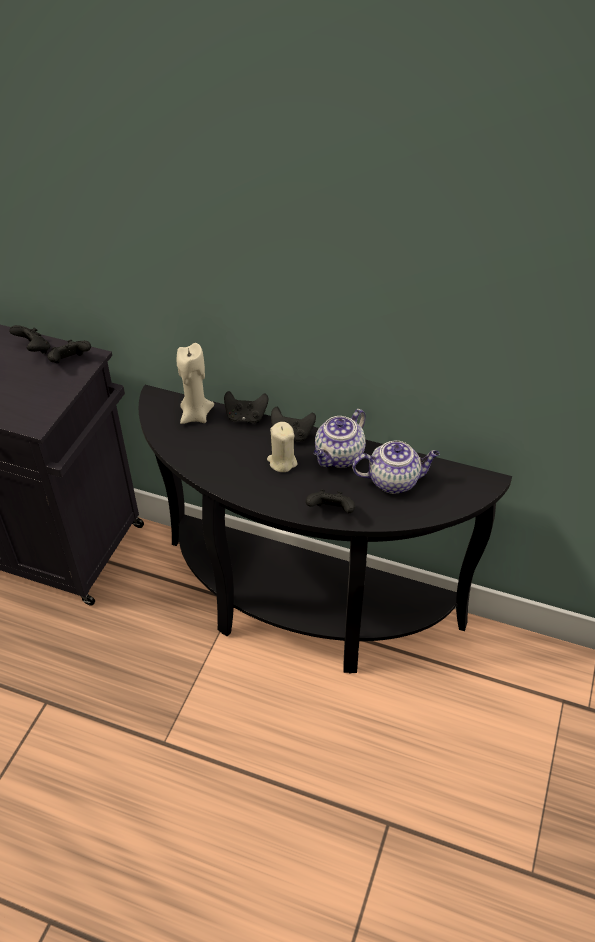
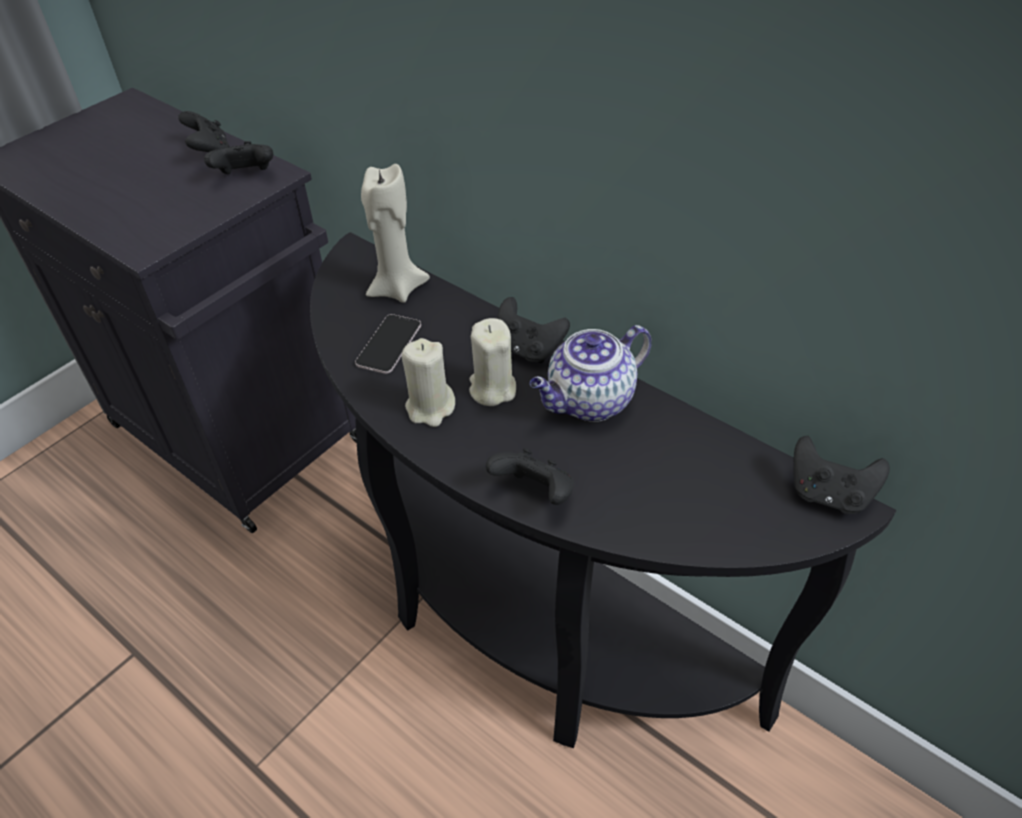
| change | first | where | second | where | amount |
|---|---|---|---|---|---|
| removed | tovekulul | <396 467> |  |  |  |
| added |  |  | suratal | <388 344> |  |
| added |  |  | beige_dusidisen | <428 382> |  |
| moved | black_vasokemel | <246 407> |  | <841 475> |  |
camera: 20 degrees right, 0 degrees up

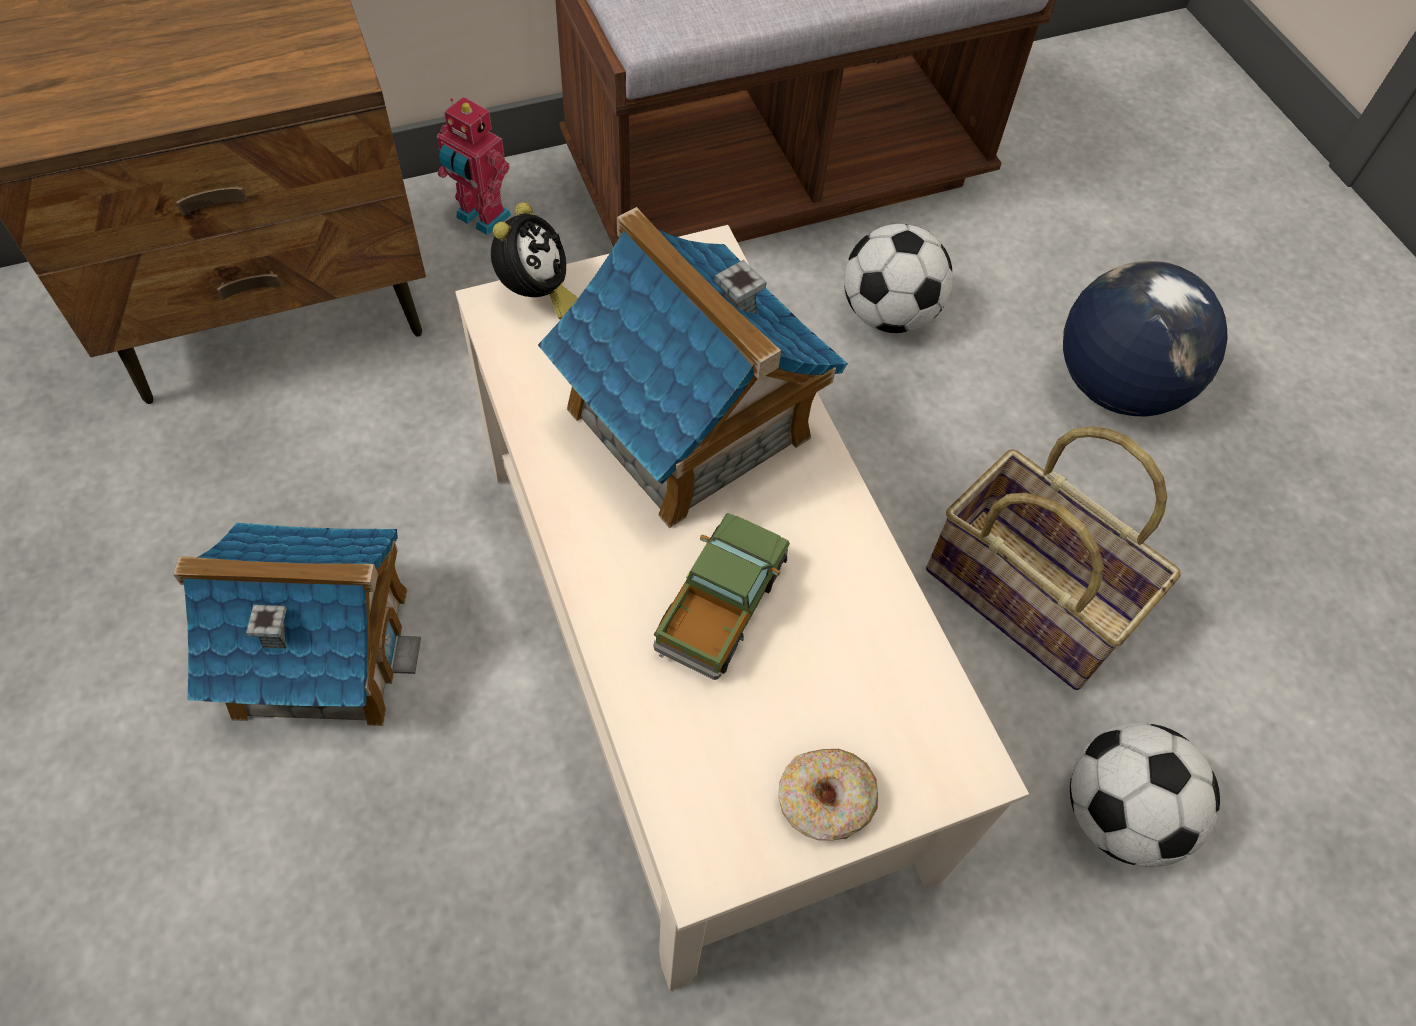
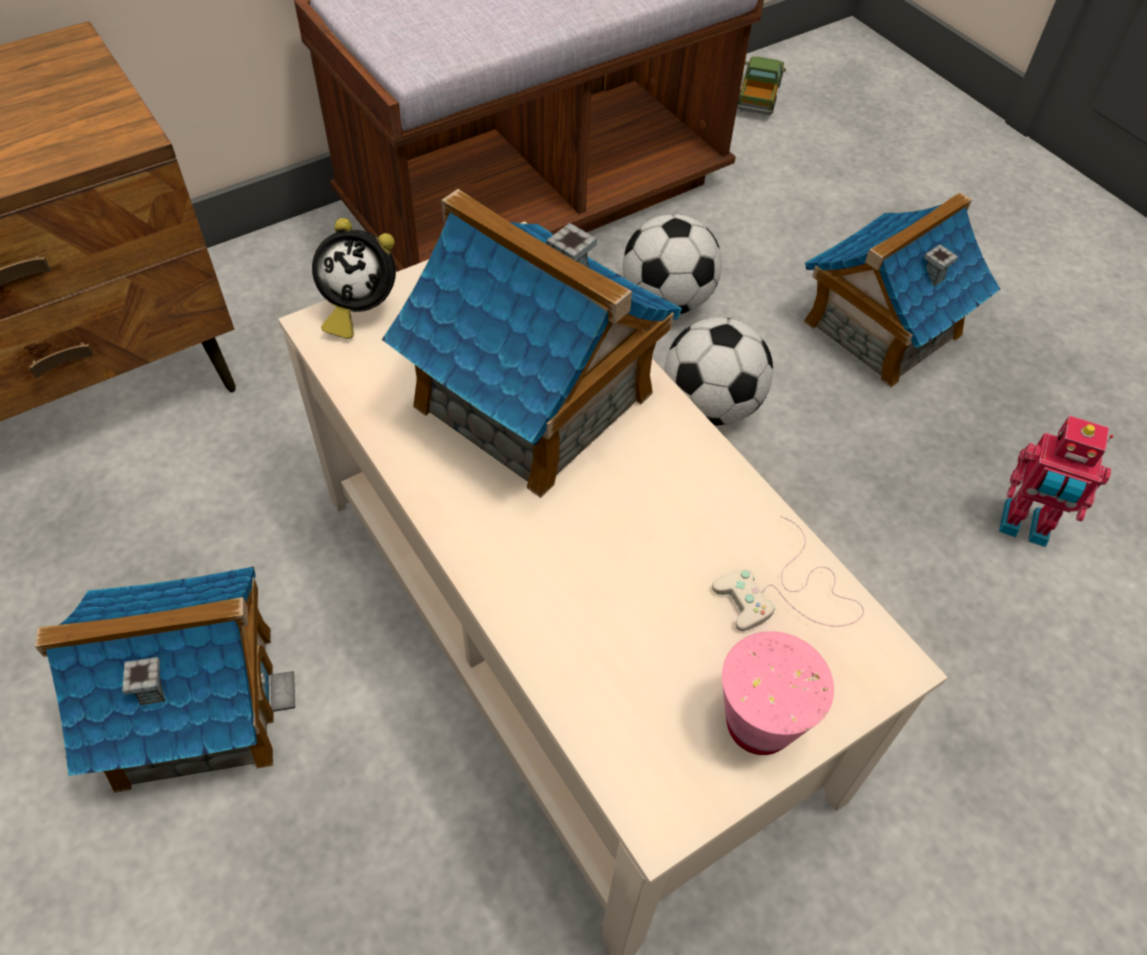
| change | first | where | second | where | amount |
|---|---|---|---|---|---|
| removed | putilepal | <1053 558> |  |  |  |
| added |  |  | white_vasokemel | <788 573> |  |
| moved | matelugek | <474 166> |  | <1056 481> |  |
| moved | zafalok | <722 596> |  | <761 85> |  |
| moved | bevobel | <1145 795> |  | <718 371> |  |
| replaced | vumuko | <828 794> | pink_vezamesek | <778 693> |  |
| replaced | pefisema | <1145 339> | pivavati | <901 290> |  |
| turned | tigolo | <534 260> |  | <354 278> | 90 degrees clockwise |
camera: 10 degrees left, 5 degrees down

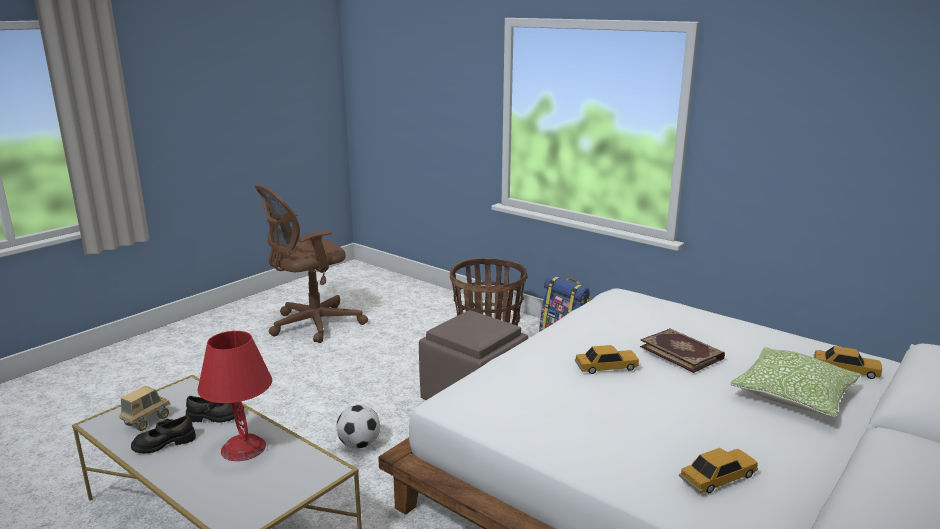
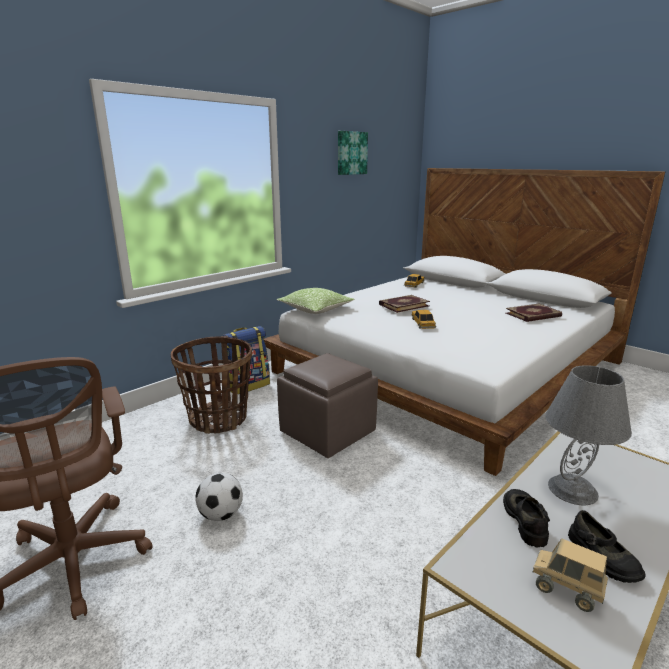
| change | first | where | second | where | amount |
|---|---|---|---|---|---|
| added |  |  | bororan | <353 153> |  |
| moved | bevobel | <358 427> |  | <219 497> |  |
| moved | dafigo | <795 382> |  | <316 301> |  |
| replaced | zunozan | <718 470> | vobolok | <534 313> |  |
| recoloured | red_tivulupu | <234 396> | grey_tivulupu | <588 435> |  |
camera: 85 degrees left, 0 degrees up

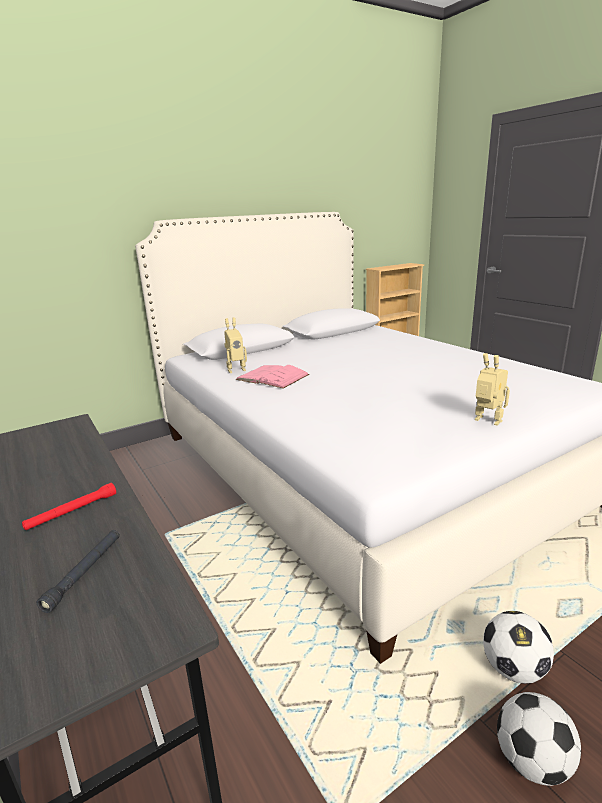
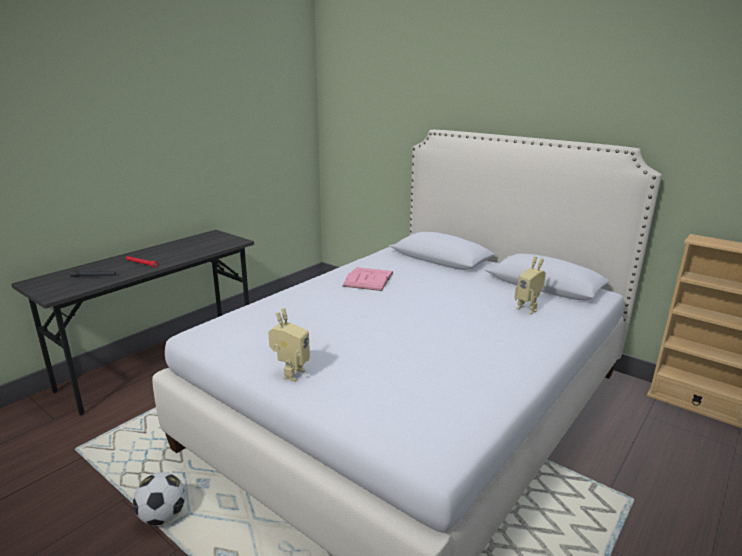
| change | first | where | second | where | amount |
|---|---|---|---|---|---|
| removed | bevobel | <539 739> |  |  |  |
| moved | matelugek | <235 345> |  | <530 285> |  |
camera: 70 degrees right, 0 degrees up

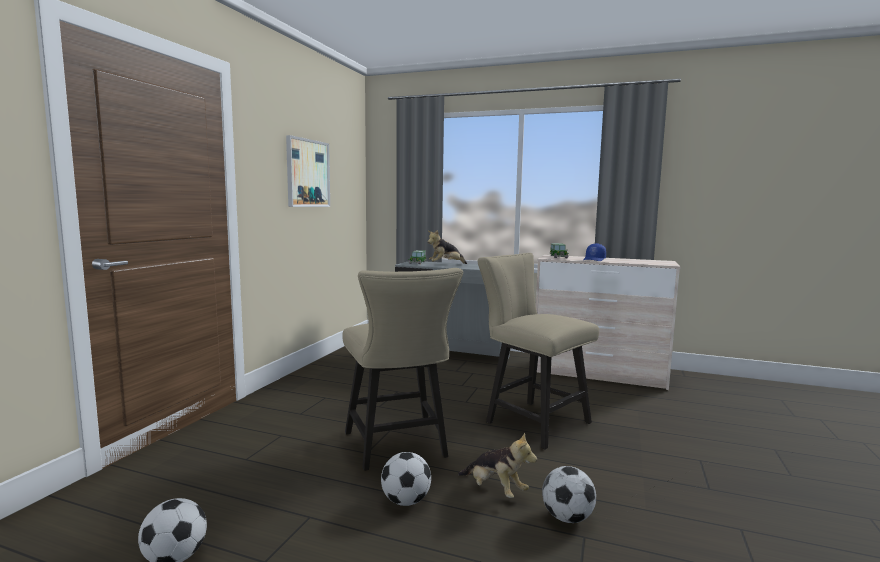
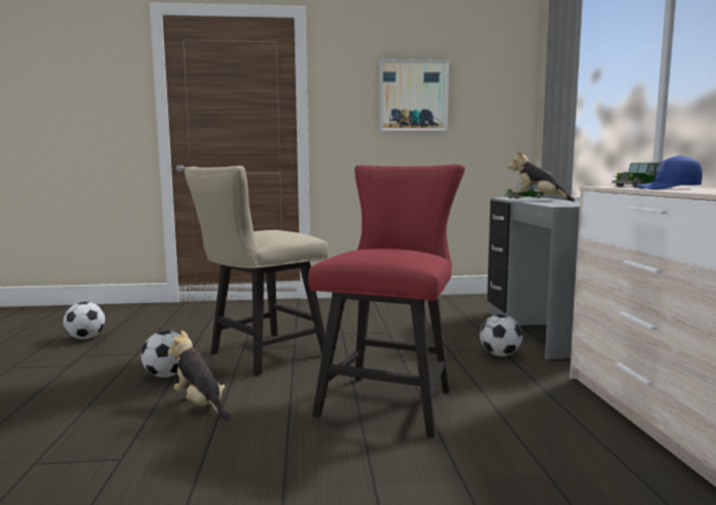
| change | first | where | second | where | amount |
|---|---|---|---|---|---|
| moved | bevobel | <569 494> |  | <501 335> |  |
| recoloured | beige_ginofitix | <538 351> | red_ginofitix | <386 300> |  |
| turned | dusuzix | <497 465> |  | <199 375> | 120 degrees clockwise |
camera: 65 degrees right, 0 degrees up

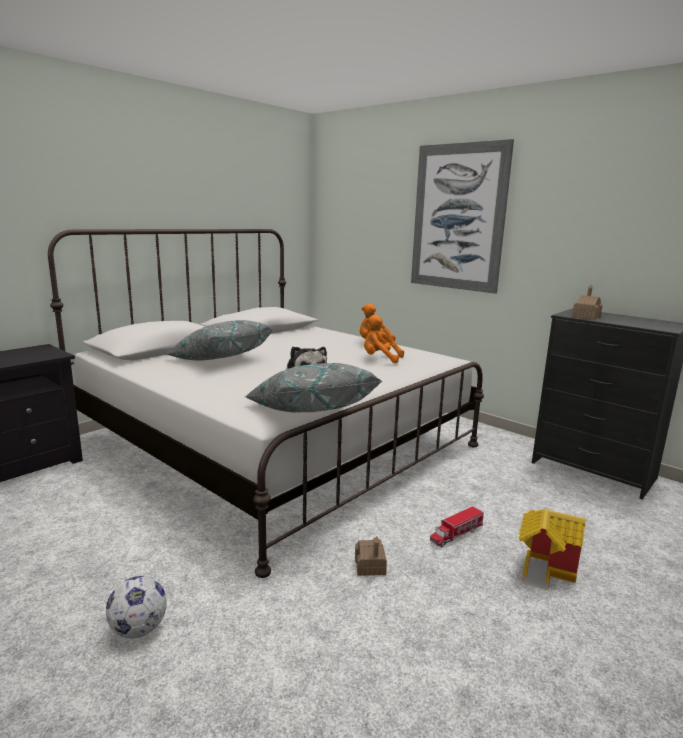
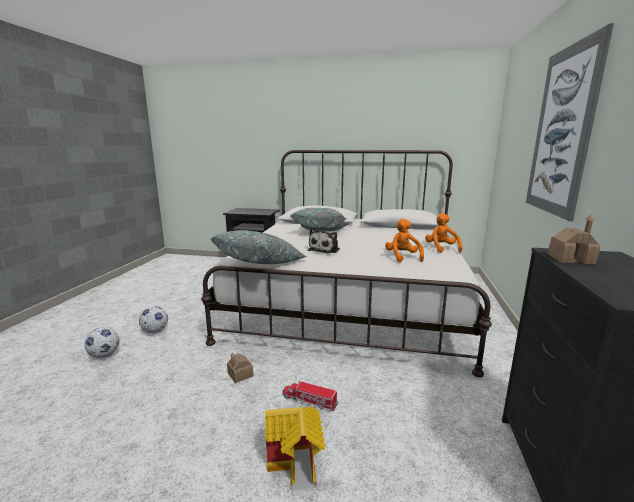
| change | first | where | second | where | amount |
|---|---|---|---|---|---|
| added |  |  | bevobel | <101 342> |  |
camera: 60 degrees right, 0 degrees up

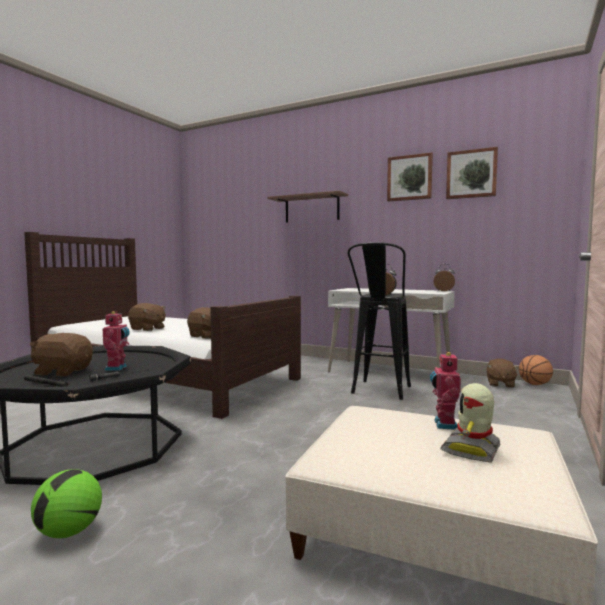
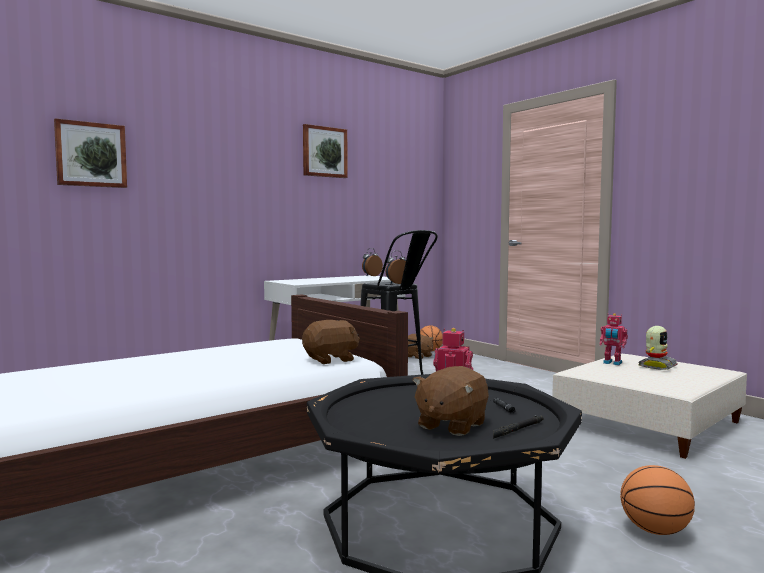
| change | first | where | second | where | amount |
|---|---|---|---|---|---|
| removed | brown_dusuzix | <147 317> |  |  |  |
| removed | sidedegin | <308 207> |  |  |  |
| moved | bororan | <472 173> |  | <90 153> |  |
| replaced | bevobel | <66 503> | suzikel | <657 500> |  |
| turned | matelugek | <470 423> |  | <658 348> | 105 degrees counterclockwise |
camera: 65 degrees left, 0 degrees up

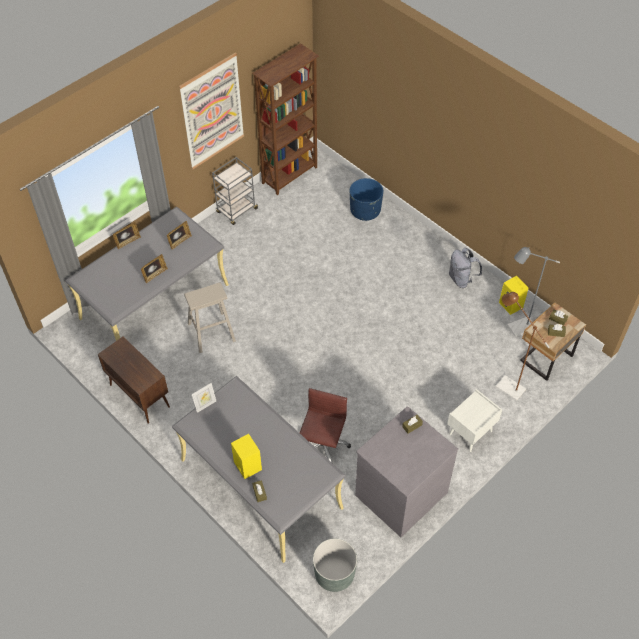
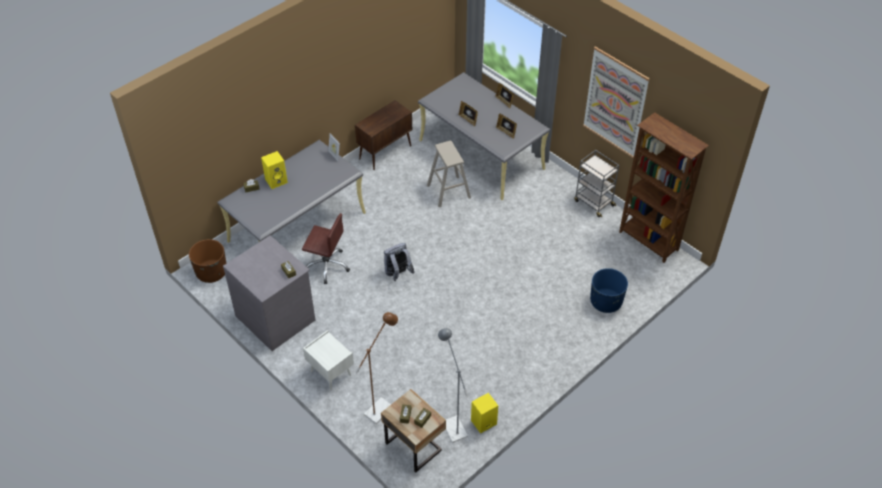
| change | first | where | second | where | amount |
|---|---|---|---|---|---|
| moved | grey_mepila | <465 268> |  | <399 262> |  |
| recoloured | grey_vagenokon | <335 565> | brown_vagenokon | <207 261> |  |
camera: 90 degrees right, 5 degrees down

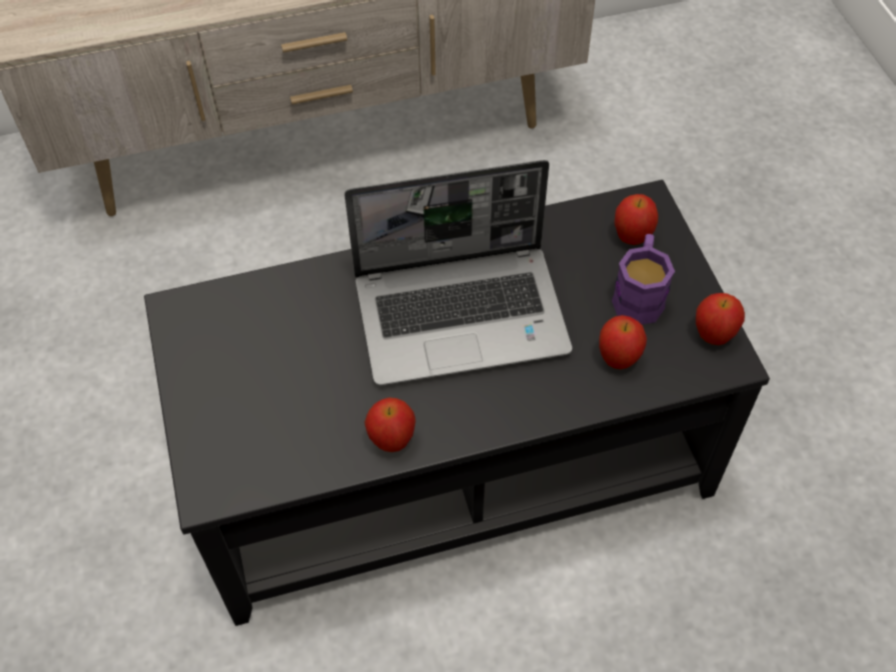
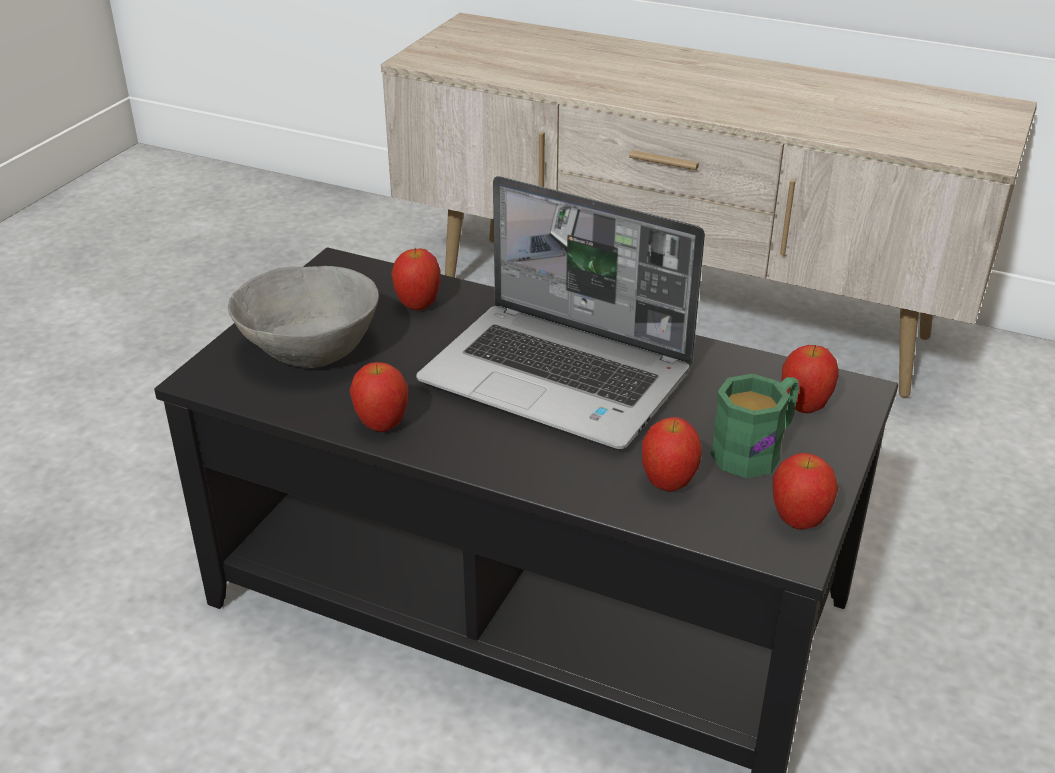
| change | first | where | second | where | amount |
|---|---|---|---|---|---|
| added |  |  | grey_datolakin | <303 317> |  |
| added |  |  | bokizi | <416 279> |  |
| recoloured | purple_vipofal | <643 279> | green_vipofal | <755 426> |  |
camera: 40 degrees right, 20 degrees down

